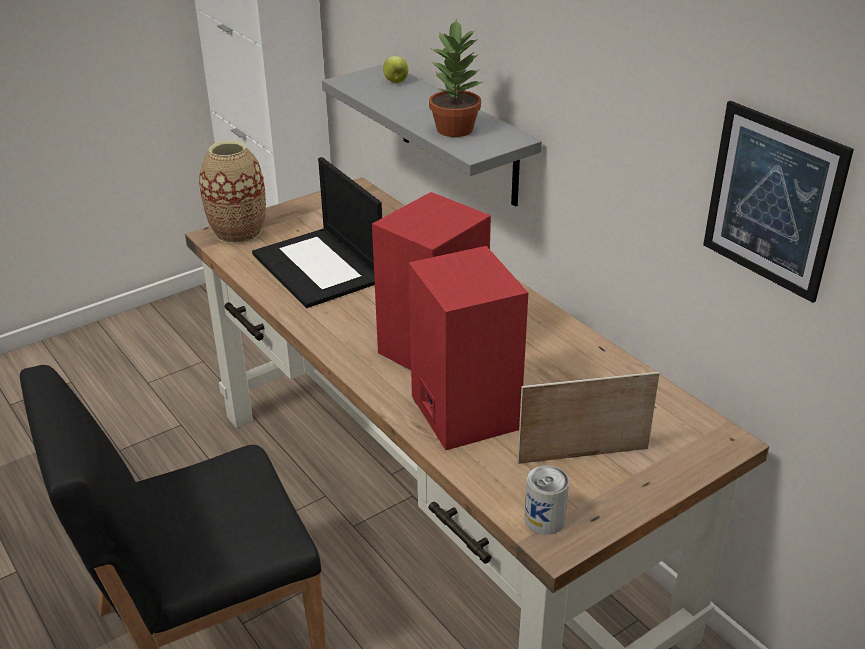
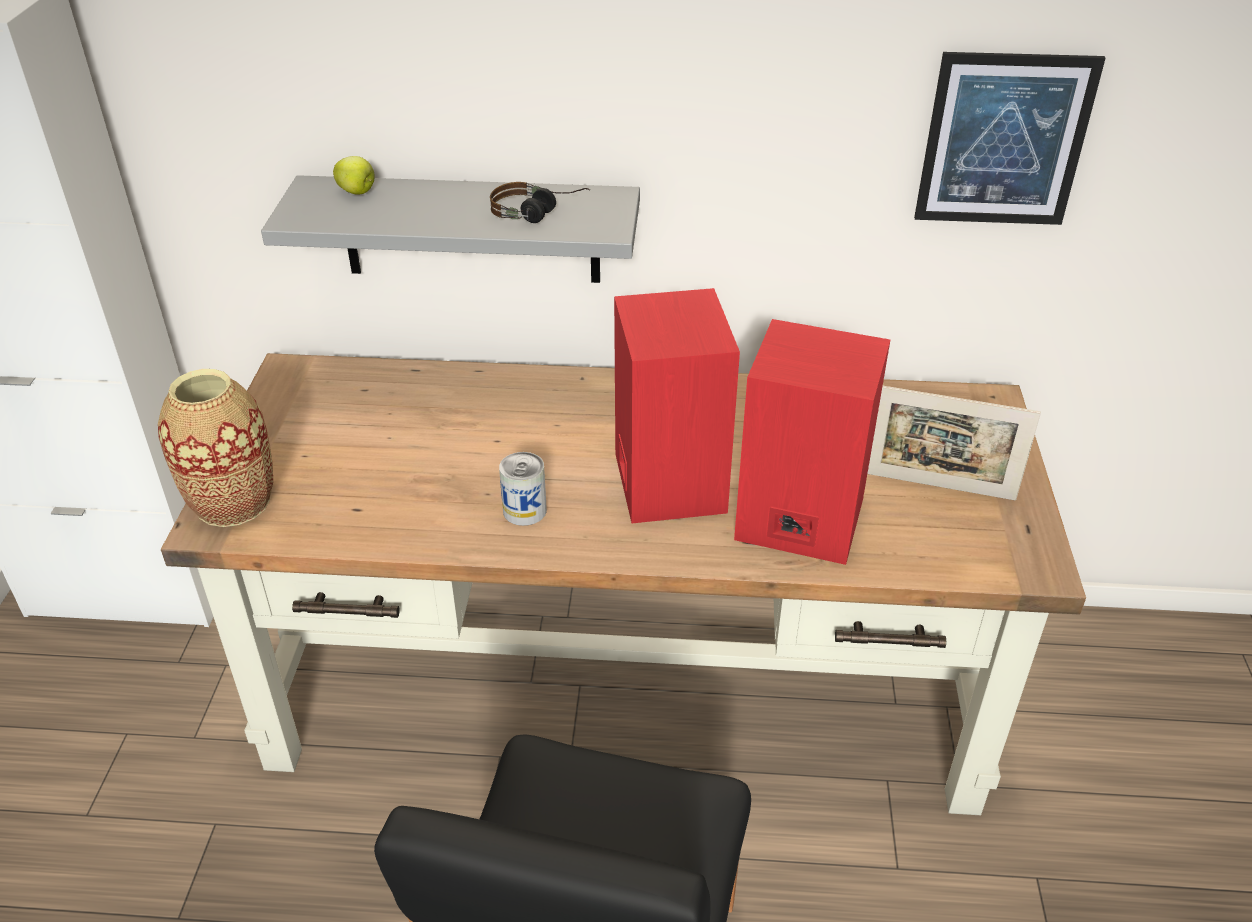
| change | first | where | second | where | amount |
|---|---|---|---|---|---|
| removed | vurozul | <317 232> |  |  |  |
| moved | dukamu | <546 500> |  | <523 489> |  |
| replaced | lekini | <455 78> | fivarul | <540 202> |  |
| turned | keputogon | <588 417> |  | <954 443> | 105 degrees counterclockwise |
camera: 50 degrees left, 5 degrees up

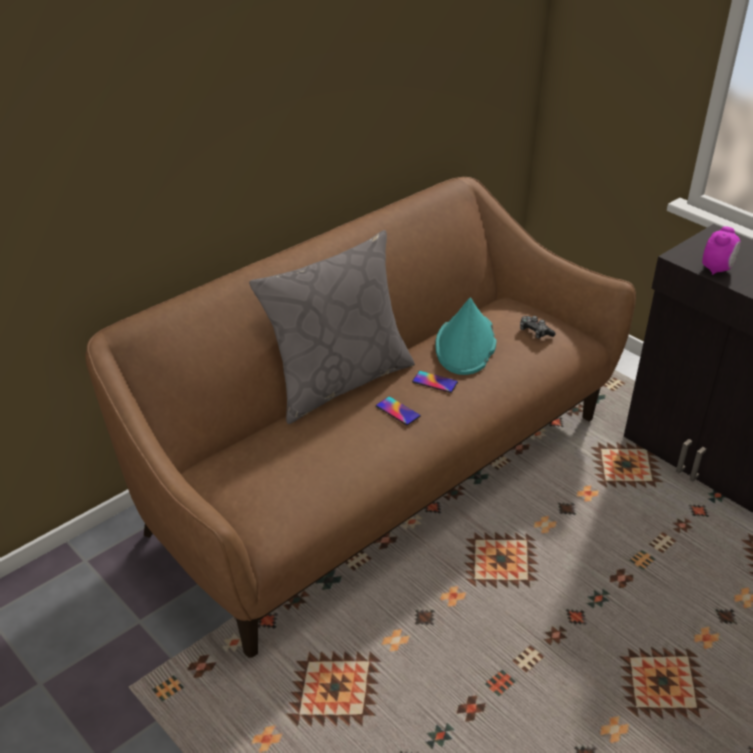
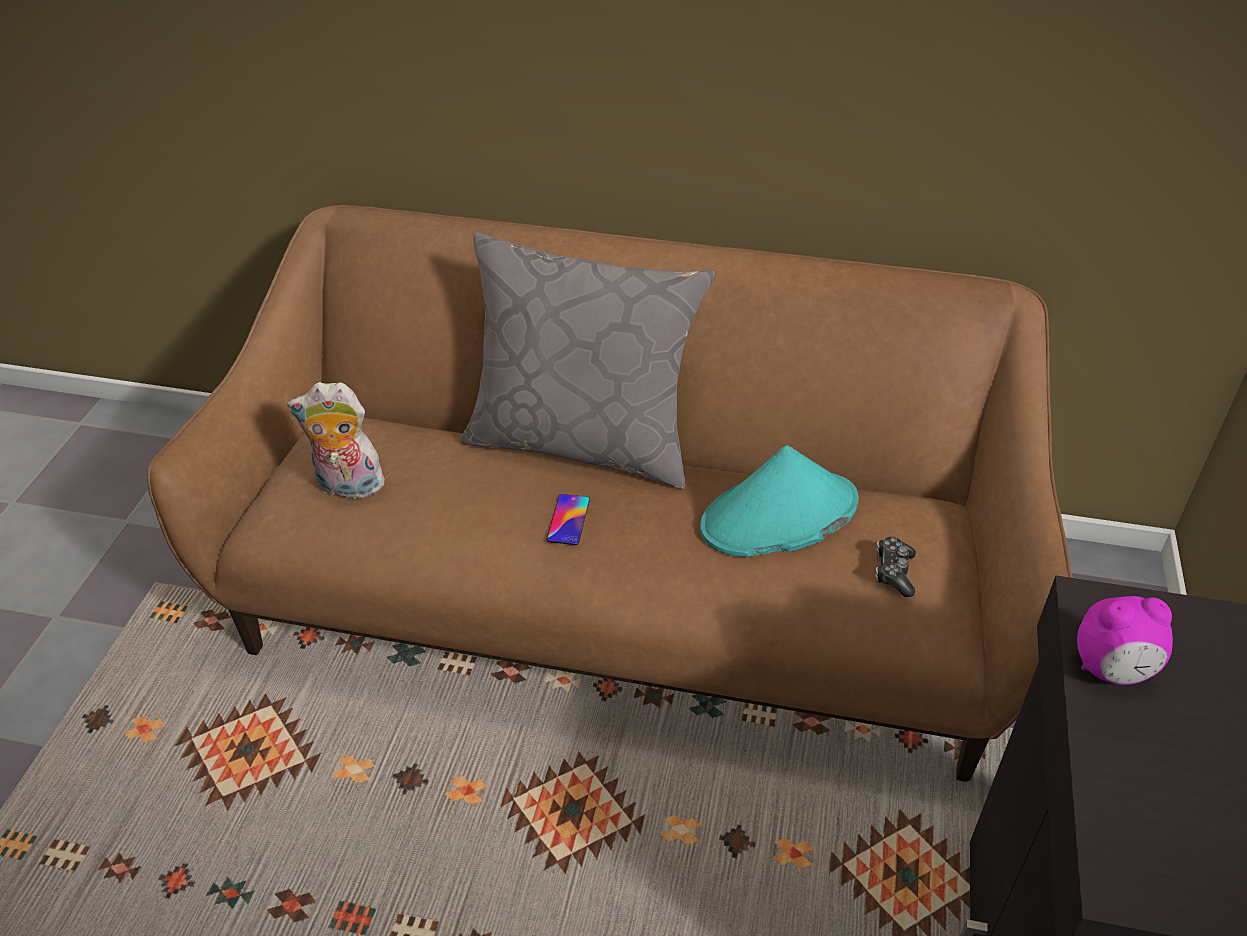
| change | first | where | second | where | amount |
|---|---|---|---|---|---|
| removed | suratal | <435 382> |  |  |  |
| added |  |  | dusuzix | <337 440> |  |
camera: 55 degrees right, 5 degrees up

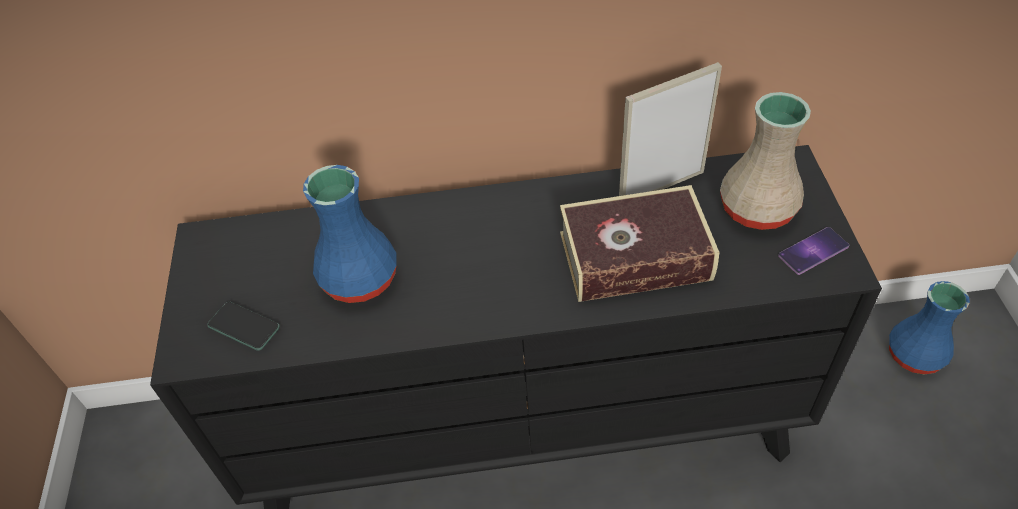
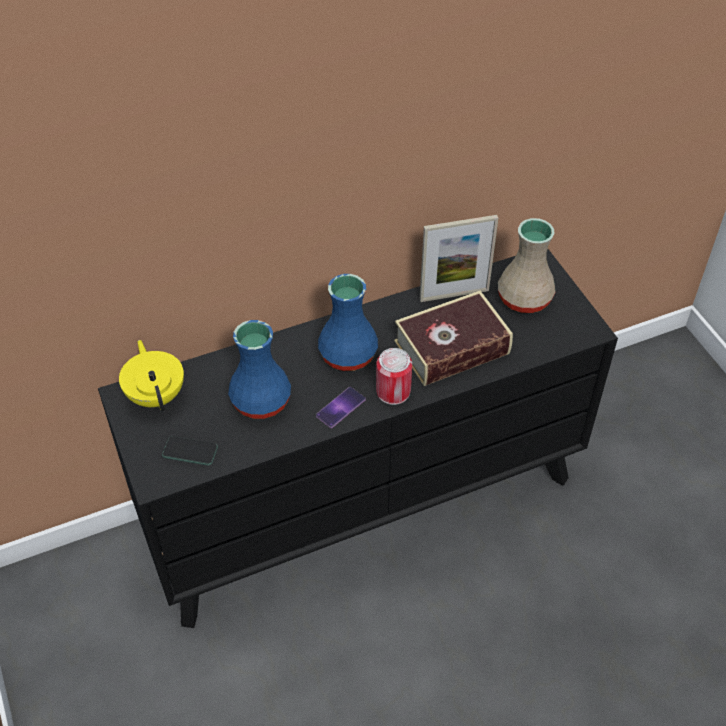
| change | first | where | second | where | amount |
|---|---|---|---|---|---|
| added |  |  | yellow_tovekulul | <151 376> |  |
| added |  |  | dukamu | <394 376> |  |
| moved | suratal | <813 251> |  | <341 407> |  |
| moved | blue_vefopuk | <929 328> |  | <348 322> |  |
| turned | keputogon | <670 129> |  | <459 258> | 150 degrees counterclockwise |
camera: 20 degrees left, 0 degrees up

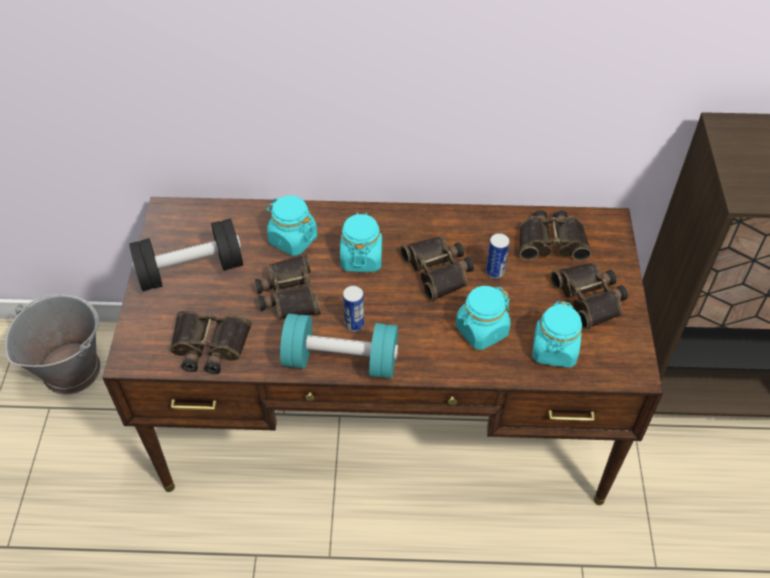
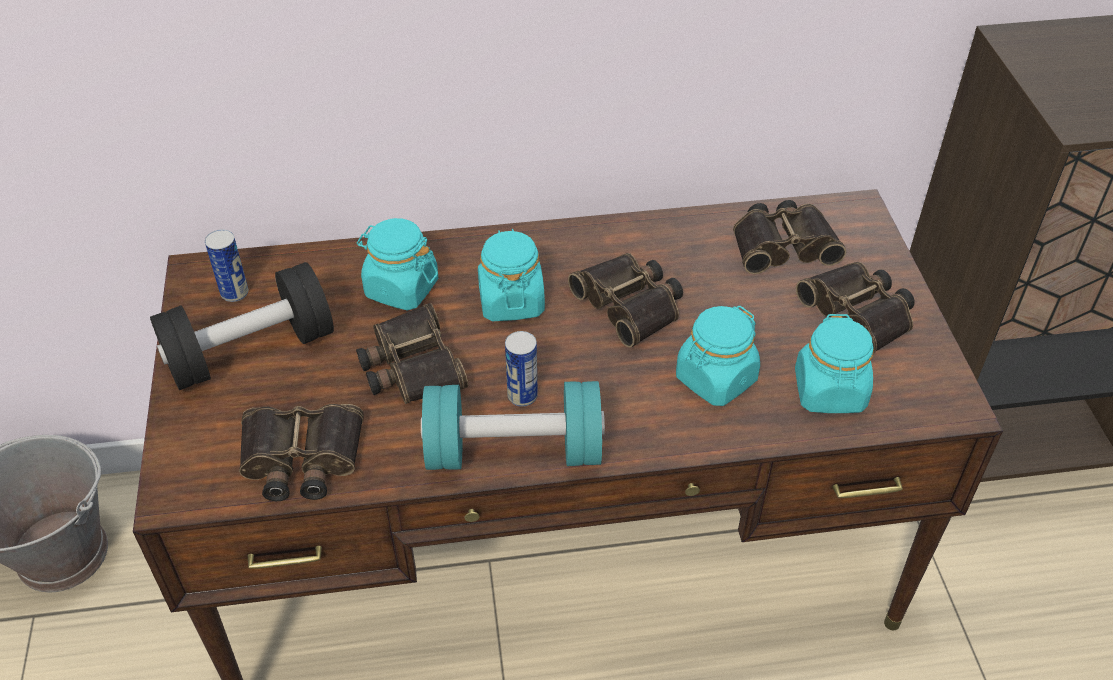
| change | first | where | second | where | amount |
|---|---|---|---|---|---|
| moved | dukamu | <498 256> |  | <226 265> |  |
camera: 10 degrees left, 5 degrees down

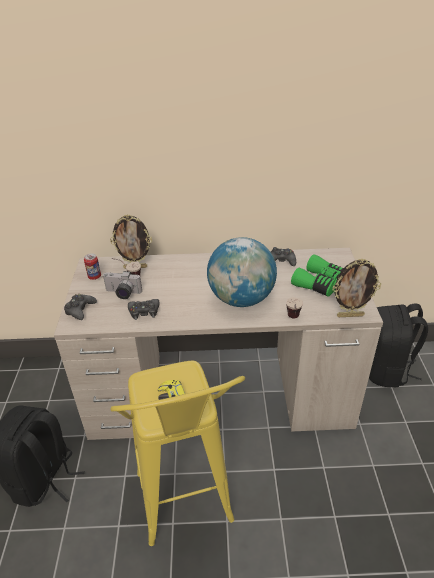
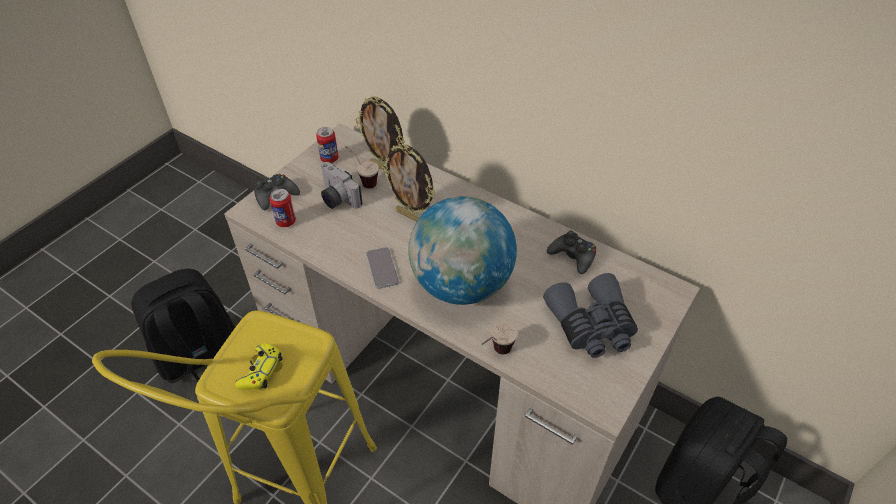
| change | first | where | second | where | amount |
|---|---|---|---|---|---|
| removed | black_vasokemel | <144 309> |  |  |  |
| added |  |  | dukamu | <283 208> |  |
| added |  |  | suratal | <382 268> |  |
| moved | keputogon | <356 288> |  | <408 182> |  |
| recoloured | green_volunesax | <317 275> | grey_volunesax | <590 315> |  |
camera: 35 degrees right, 10 degrees up

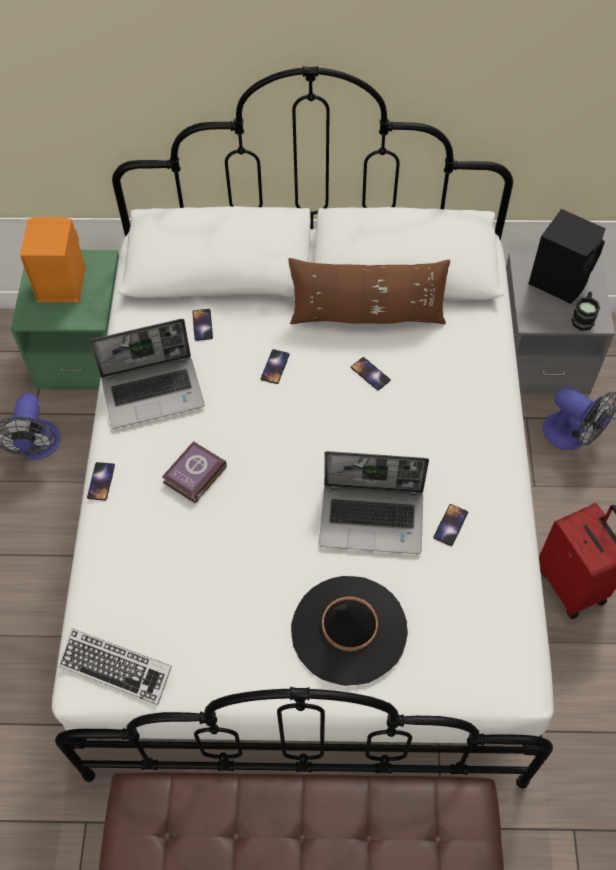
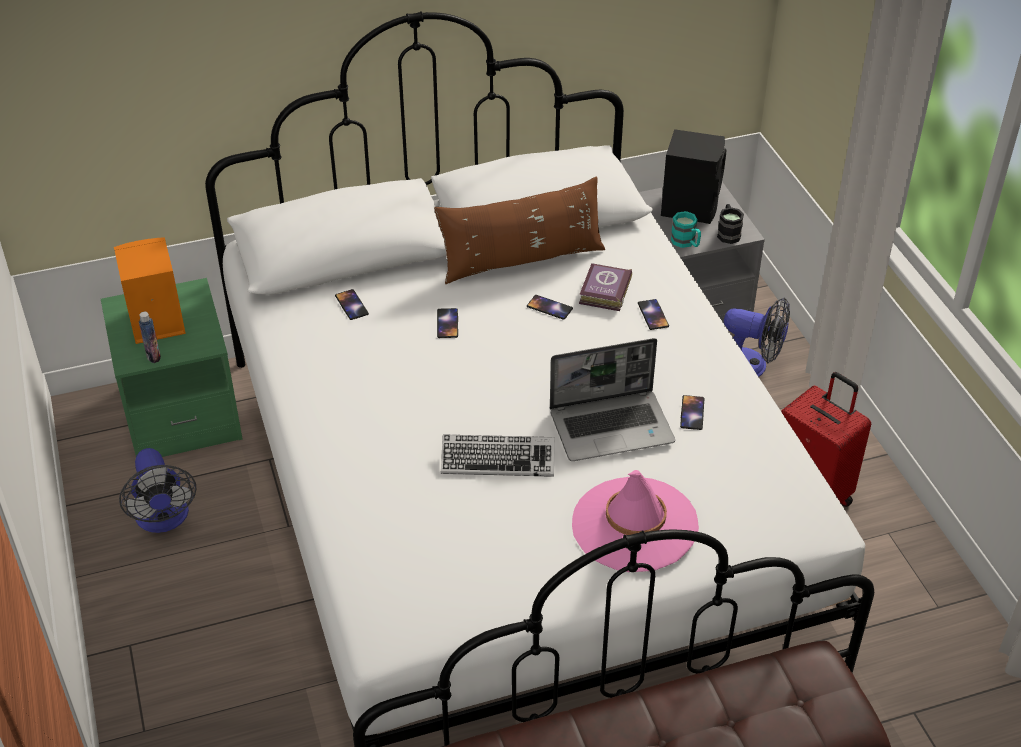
| change | first | where | second | where | amount |
|---|---|---|---|---|---|
| removed | vurozul | <147 374> |  |  |  |
| added |  |  | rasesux | <150 337> |  |
| added |  |  | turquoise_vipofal | <686 229> |  |
| moved | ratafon | <115 667> |  | <498 455> |  |
| moved | suratal | <101 481> |  | <653 314> |  |
| moved | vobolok | <194 472> |  | <605 287> |  |
| recoloured | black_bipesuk | <349 631> | pink_bipesuk | <635 521> |  |
camera: 20 degrees left, 15 degrees down

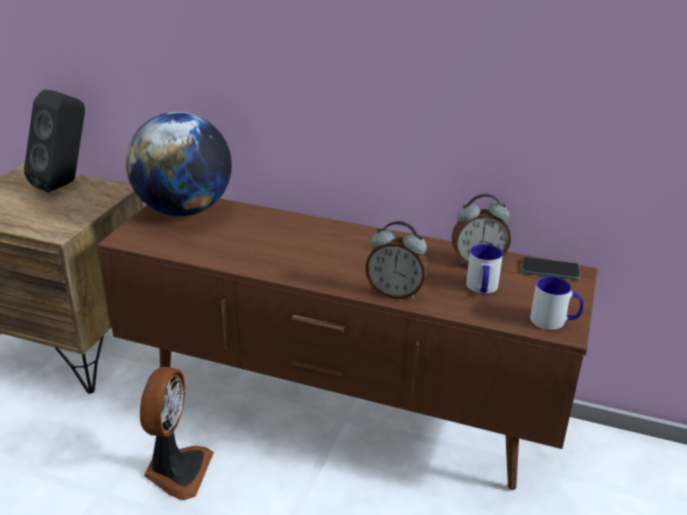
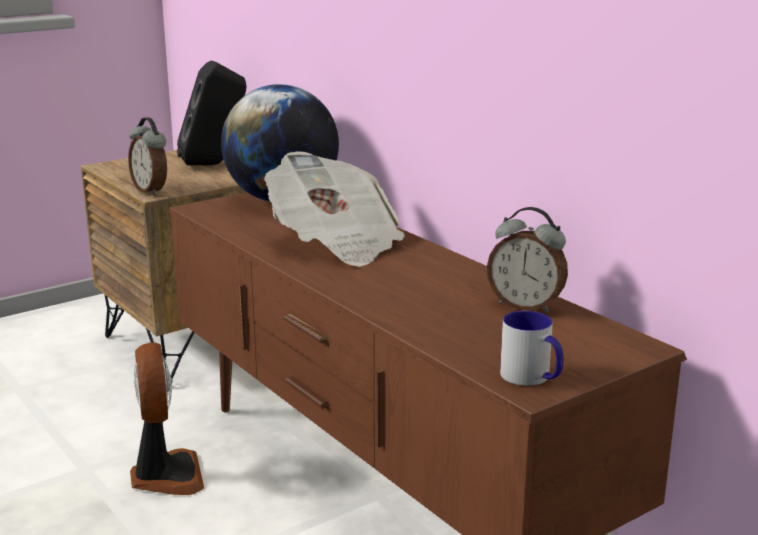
| change | first | where | second | where | amount |
|---|---|---|---|---|---|
| removed | vipofal | <484 269> |  |  |  |
| removed | suratal | <551 268> |  |  |  |
| added |  |  | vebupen | <334 209> |  |
| moved | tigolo | <396 260> |  | <147 156> |  |
| turned | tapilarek | <177 433> |  | <167 418> | 60 degrees counterclockwise |
camera: 35 degrees right, 10 degrees down

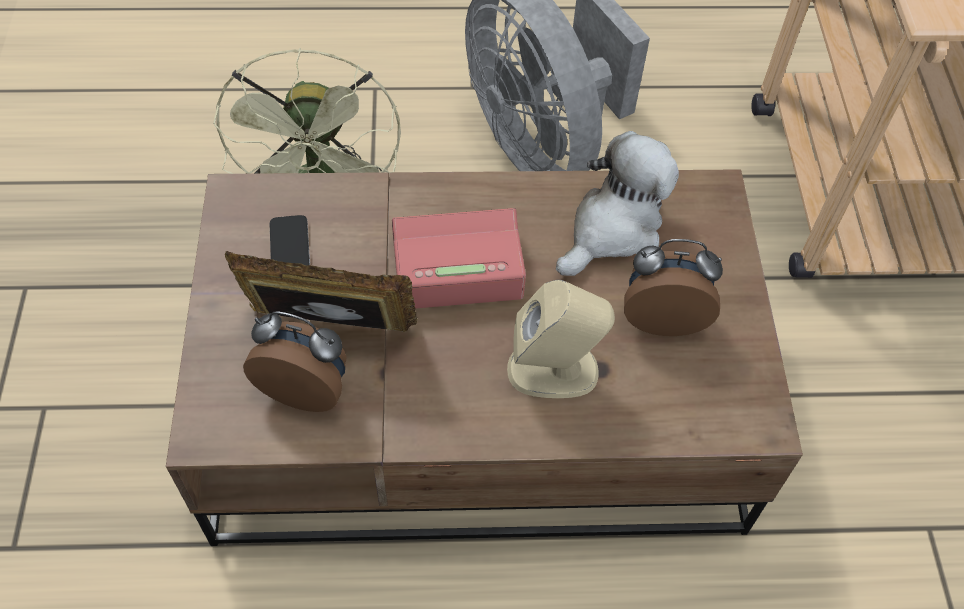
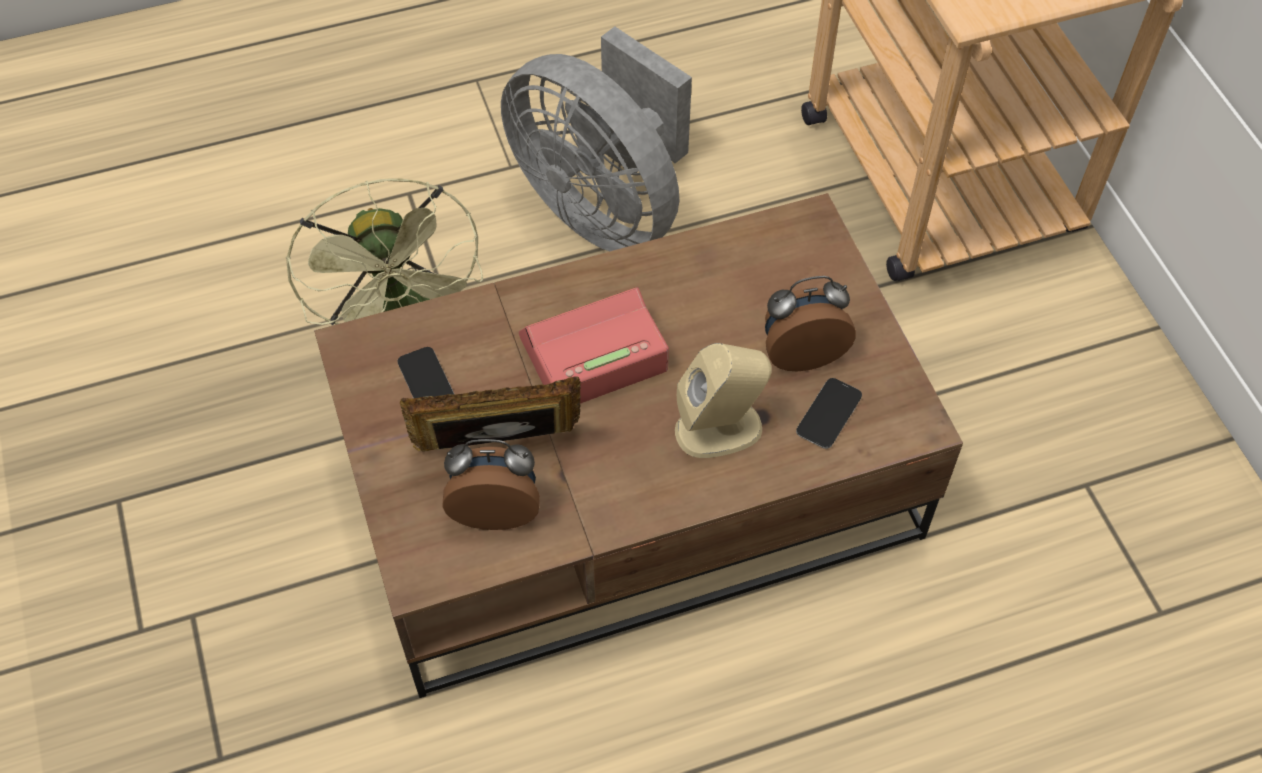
| change | first | where | second | where | amount |
|---|---|---|---|---|---|
| removed | dusuzix | <617 203> |  |  |  |
| added |  |  | suratal | <829 413> |  |
camera: 15 degrees left, 0 degrees up

